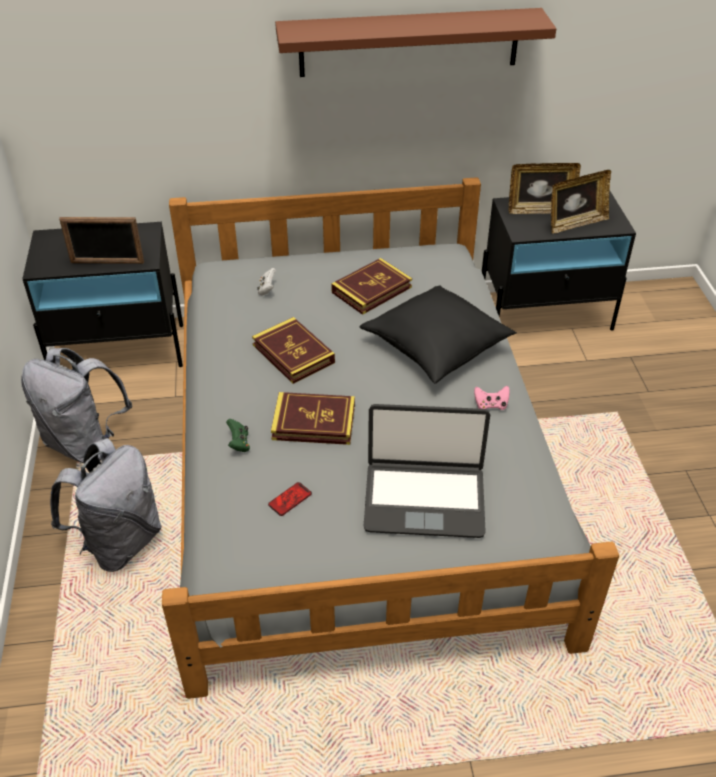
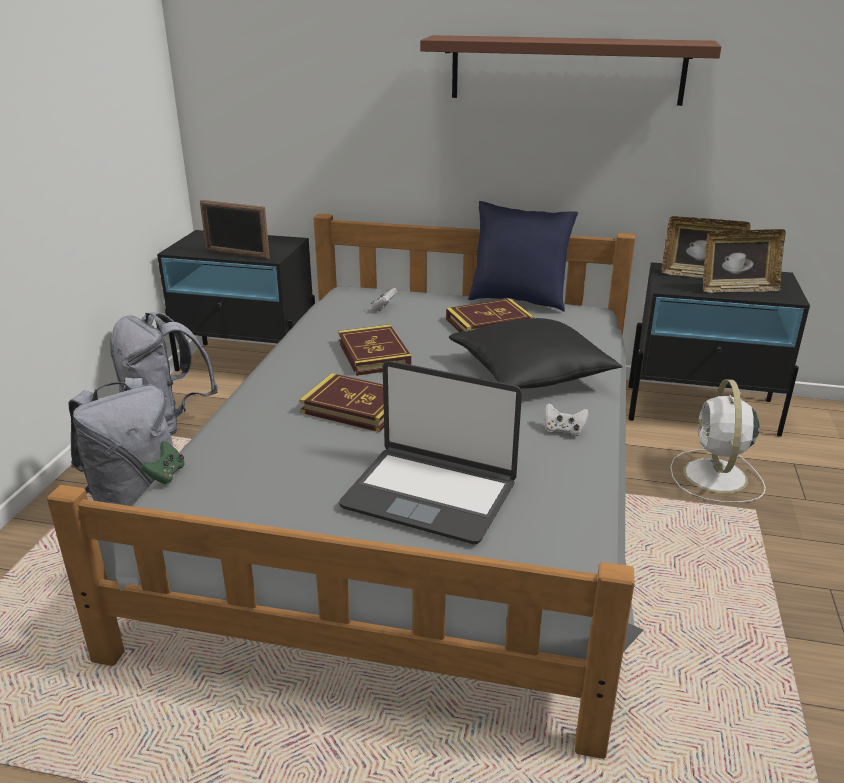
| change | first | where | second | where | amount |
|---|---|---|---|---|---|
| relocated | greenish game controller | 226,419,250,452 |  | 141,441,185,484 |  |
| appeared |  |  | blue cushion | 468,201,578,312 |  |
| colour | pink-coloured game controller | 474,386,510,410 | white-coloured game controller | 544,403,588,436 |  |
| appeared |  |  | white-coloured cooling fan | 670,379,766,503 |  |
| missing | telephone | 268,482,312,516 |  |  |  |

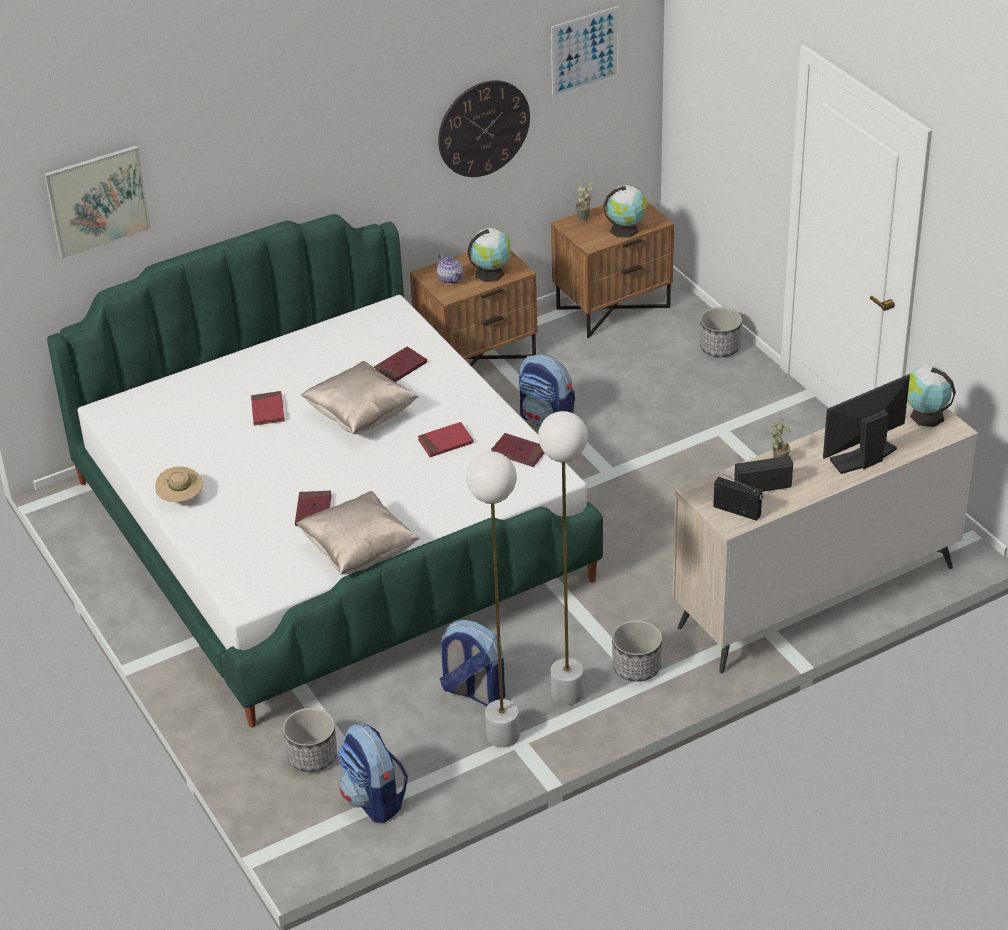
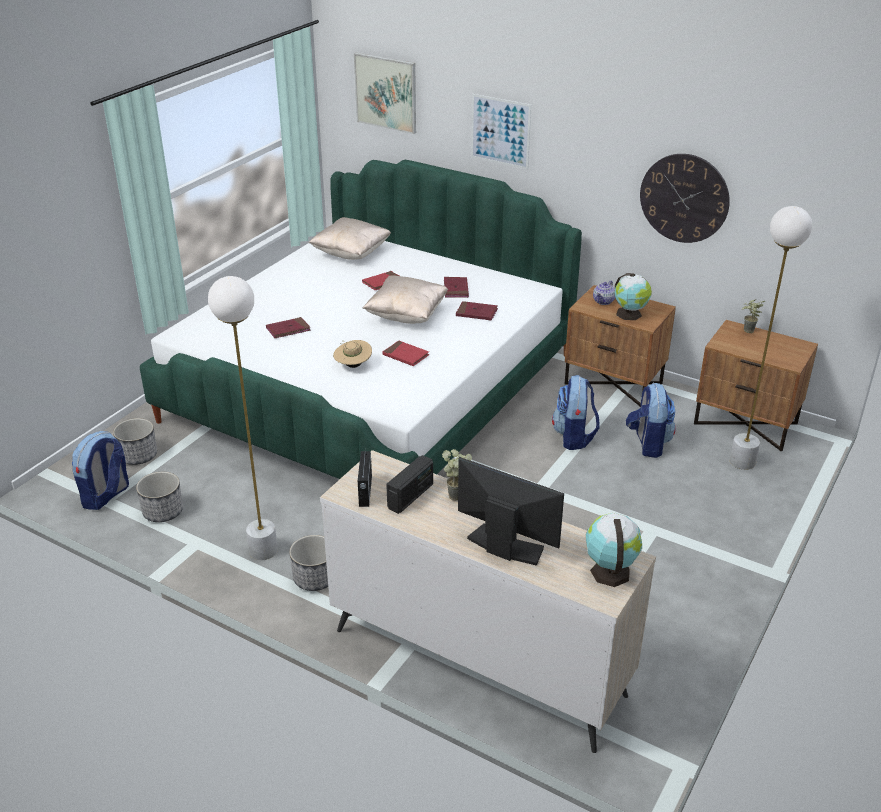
| change | first | where | second | where | amount |
|---|---|---|---|---|---|
| relocated | flower pot | 700,307,742,357 |  | 136,472,183,522 |  |
| relocated | beige-coloured cushion | 296,491,419,575 |  | 308,217,391,260 |  |
| relocated | beige-coloured clothing hat | 155,466,203,502 |  | 333,340,372,368 |  |
| spun | radio receiver | 734,456,793,492 |  | 386,455,433,514 | 75 degrees clockwise |
| relocated | reddish book | 491,433,544,467 |  | 444,277,469,298 |  |
| relocated | wall picture | 551,6,620,98 |  | 471,94,531,170 |  |
| relocated | knapsack | 440,620,506,706 |  | 626,383,676,458 |  |
| relocated | white-coloured standard lamp | 466,451,520,748 |  | 730,206,812,470 |  |
| missing | globe | 603,185,647,238 |  |  |  |

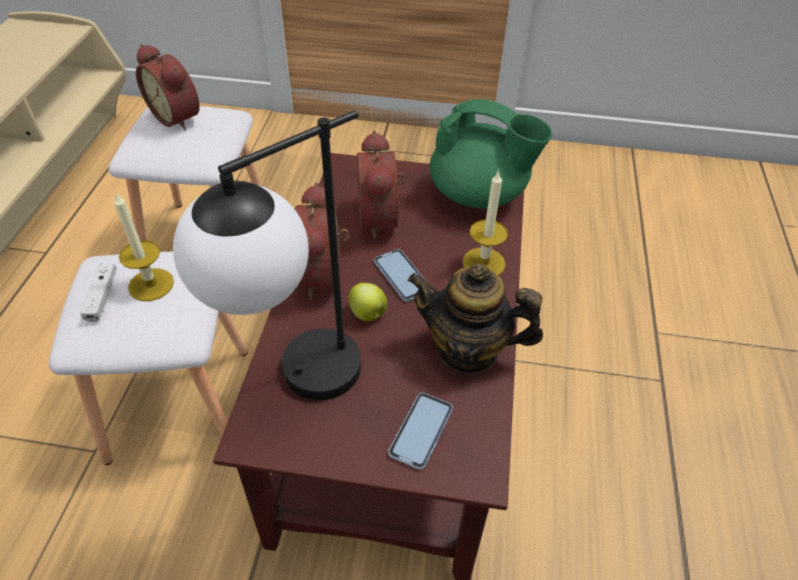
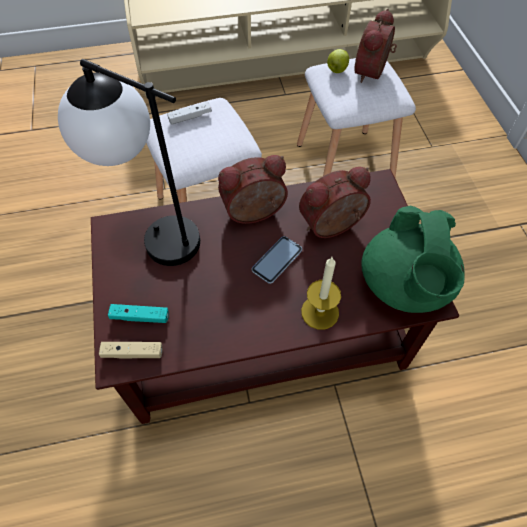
| change | first | where | second | where | amount |
|---|---|---|---|---|---|
| appeared |  |  | beige-coloured game controller | 99,342,163,358 |  |
| exchanged | telephone | 388,393,453,470 | blue-green game controller | 108,304,169,323 |  |
| relocated | apple fruit | 348,283,387,321 |  | 327,49,349,73 |  |
| missing | wax light | 114,193,174,301 |  |  |  |
| missing | pot for tea | 408,263,543,375 |  |  |  |

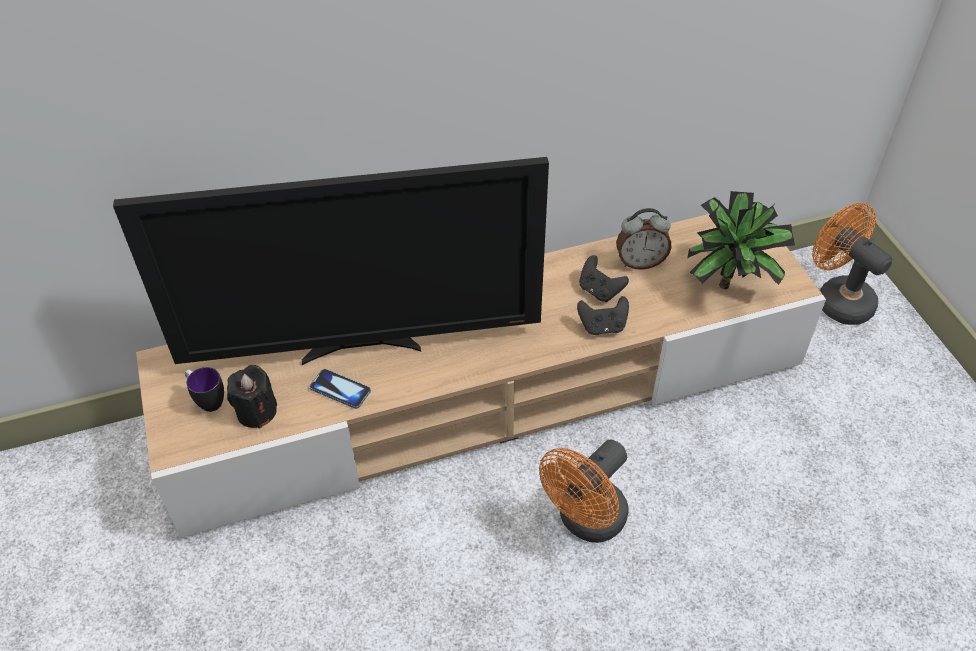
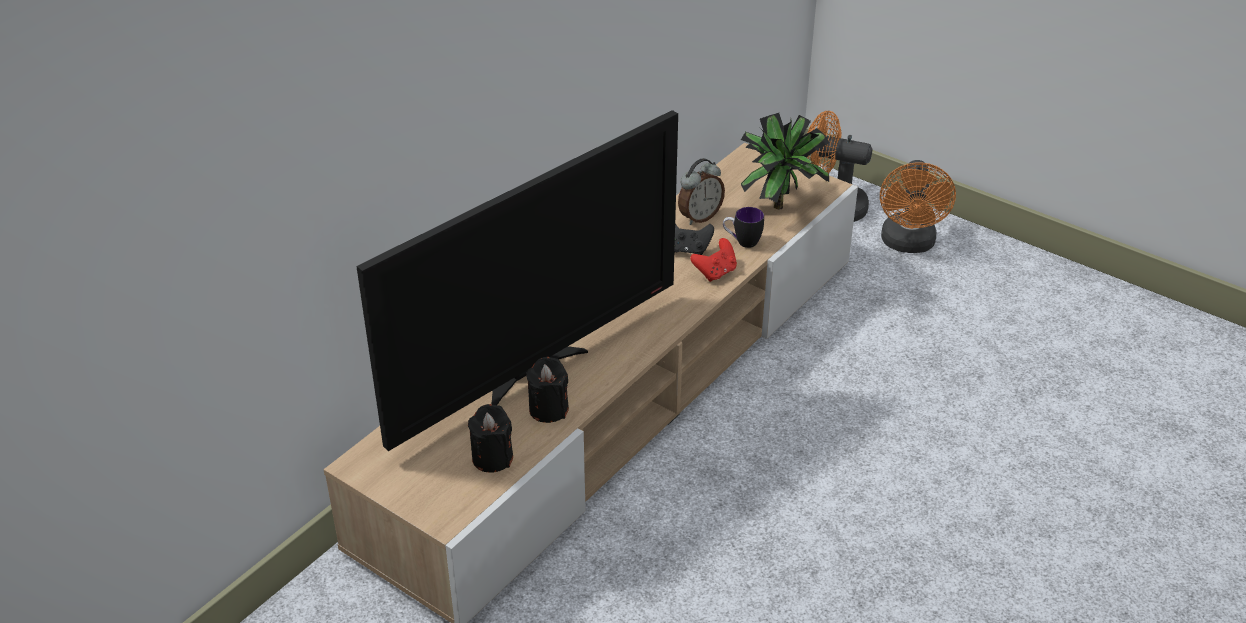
| change | first | where | second | where | amount |
|---|---|---|---|---|---|
| exchanged | telephone | 309,369,371,409 | black wax light | 526,357,569,423 |  |
| colour | black game controller | 577,296,629,335 | reddish game controller | 690,238,737,282 |  |
| relocated | tea mug | 185,367,224,412 |  | 723,207,764,248 |  |
| relocated | orange cooling fan | 539,440,629,543 |  | 880,160,956,253 |  |

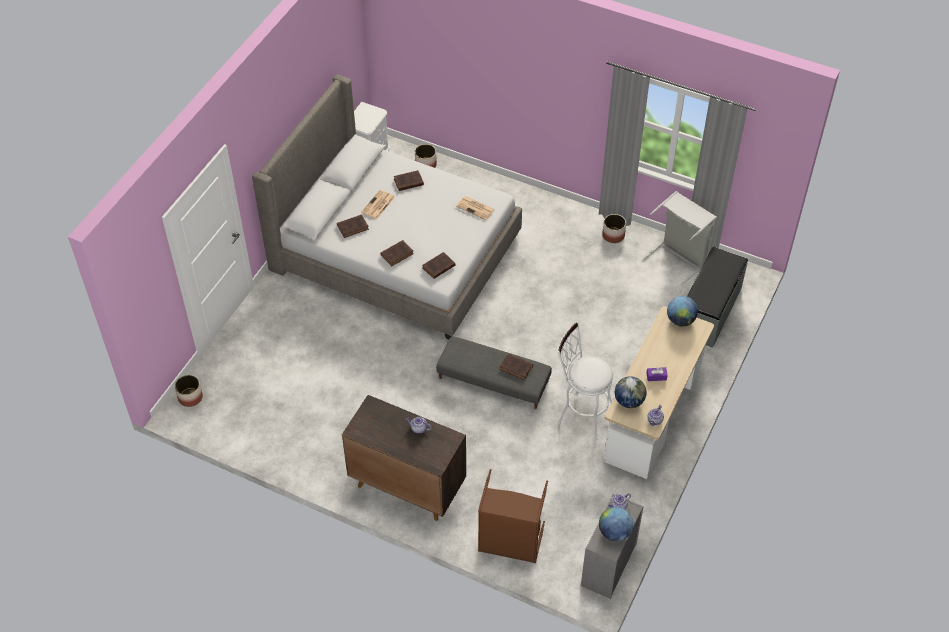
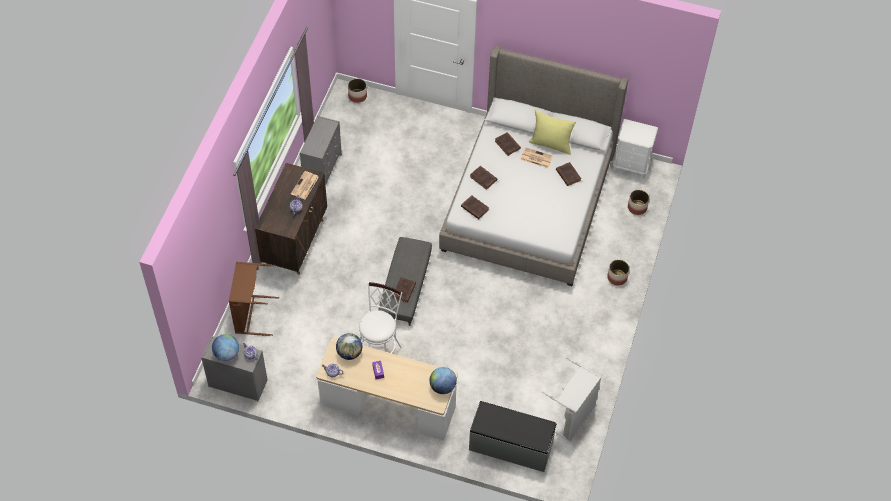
| change | first | where | second | where | amount |
|---|---|---|---|---|---|
| relocated | newspaper | 456,196,495,220 |  | 291,171,319,199 |  |
| appeared |  |  | grey dresser | 300,116,342,186 |  |
| appeared |  |  | yellowish cushion | 529,110,576,155 |  |
| relocated | flower pot | 602,214,626,243 |  | 607,259,629,285 |  |

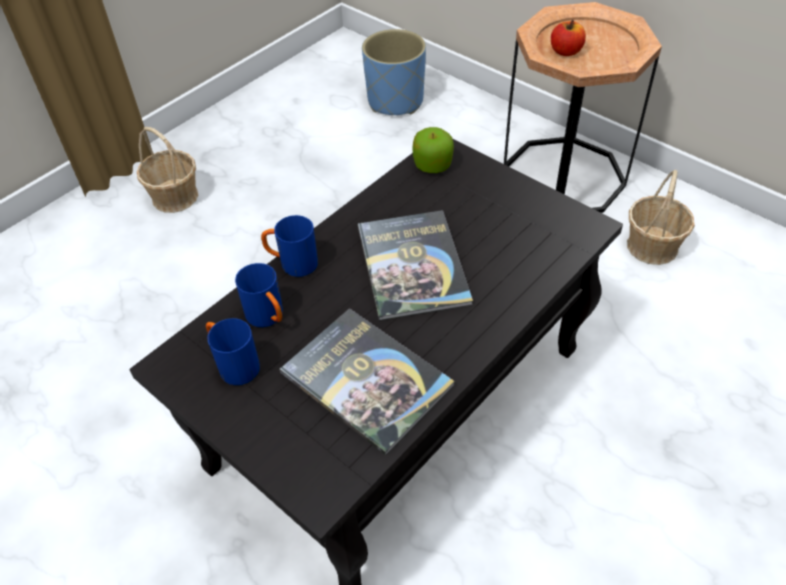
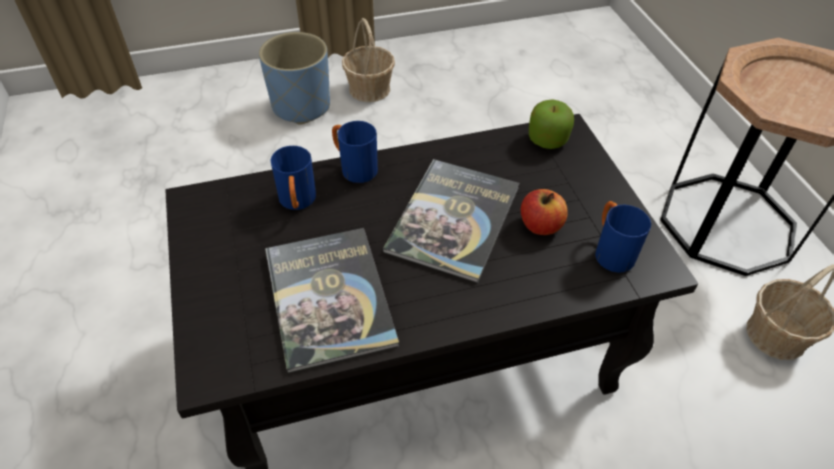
| change | first | where | second | where | amount |
|---|---|---|---|---|---|
| relocated | blue flower pot | 362,29,426,115 |  | 259,32,330,125 |  |
| relocated | apple fruit | 551,20,586,56 |  | 521,189,568,235 |  |
| relocated | blue tea mug | 206,318,260,385 |  | 595,201,651,273 |  |

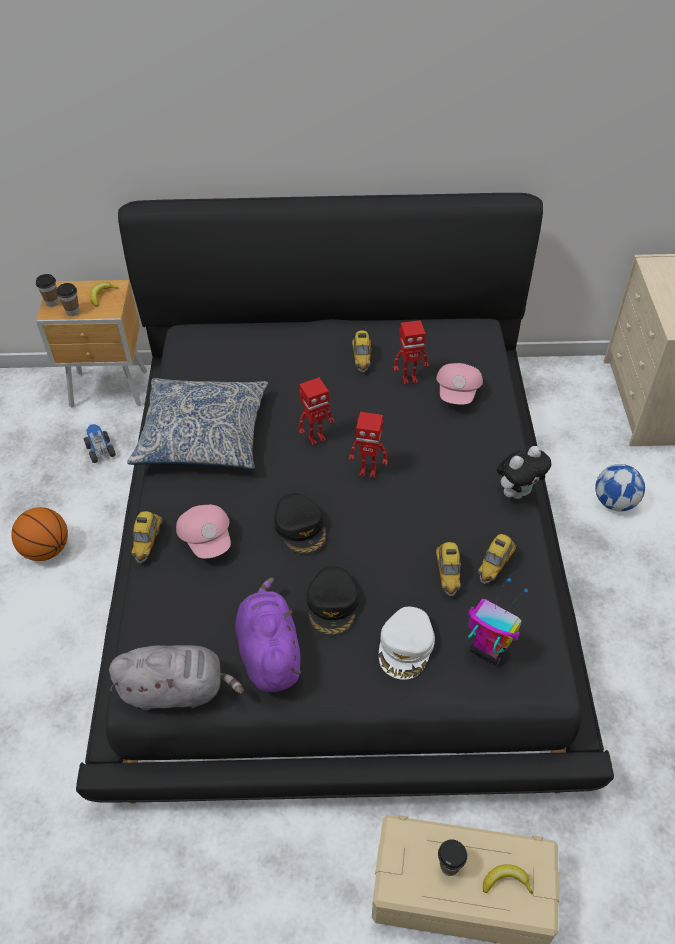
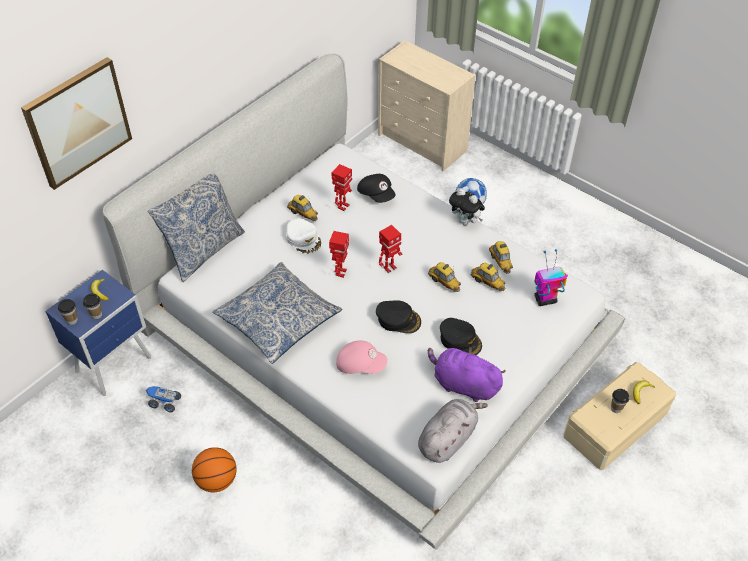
| change | first | where | second | where | amount |
|---|---|---|---|---|---|
| appeared |  |  | wall picture | 21,57,132,190 |  |
| colour | brown-coloured night table | 36,280,147,408 | blue night table | 45,270,151,396 |  |
| colour | black sleeping bed | 76,193,614,804 | white-coloured sleeping bed | 103,54,625,550 |  |
| appeared |  |  | cushion | 148,173,245,282 |  |
| relocated | white-coloured cap | 379,607,435,680 |  | 286,218,321,254 |  |
| colour | pink-coloured cap | 436,363,483,405 | black cap | 357,174,396,203 |  |
| relocated | model car | 131,511,162,563 |  | 428,262,461,292 |  |
| spun | cuddly toy | 496,446,551,499 |  | 449,188,485,225 | 120 degrees clockwise |

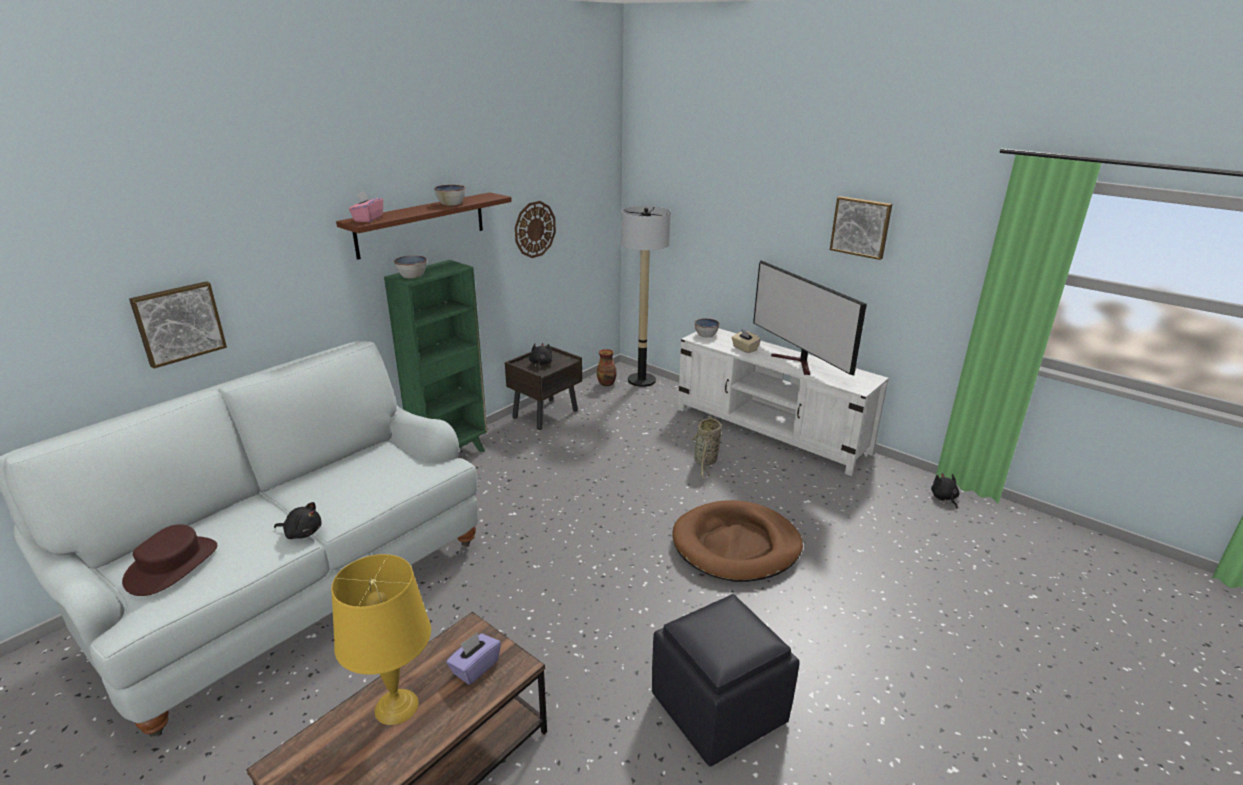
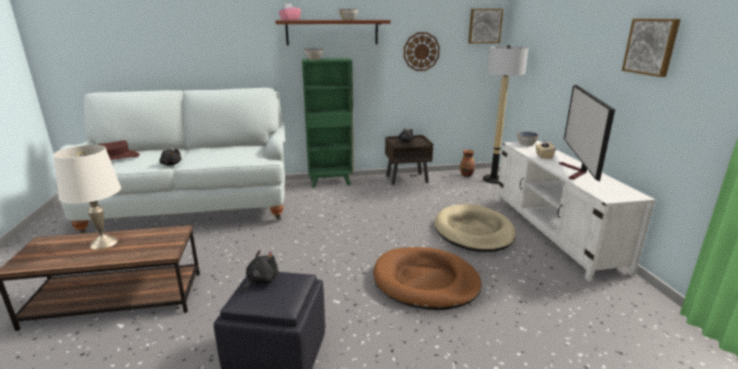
| change | first | where | second | where | amount |
|---|---|---|---|---|---|
| colour | yellowish table lamp | 331,554,431,725 | white-coloured table lamp | 53,145,121,250 |  |
| relocated | black cuddly toy | 931,473,960,509 |  | 241,250,278,292 |  |
| exchanged | household basket | 691,416,722,479 | beige-coloured pet bed | 435,204,516,252 |  |
| relocated | wall picture | 129,281,227,369 |  | 468,9,503,43 |  |
| missing | purple-coloured box of tissues | 446,633,501,685 |  |  |  |

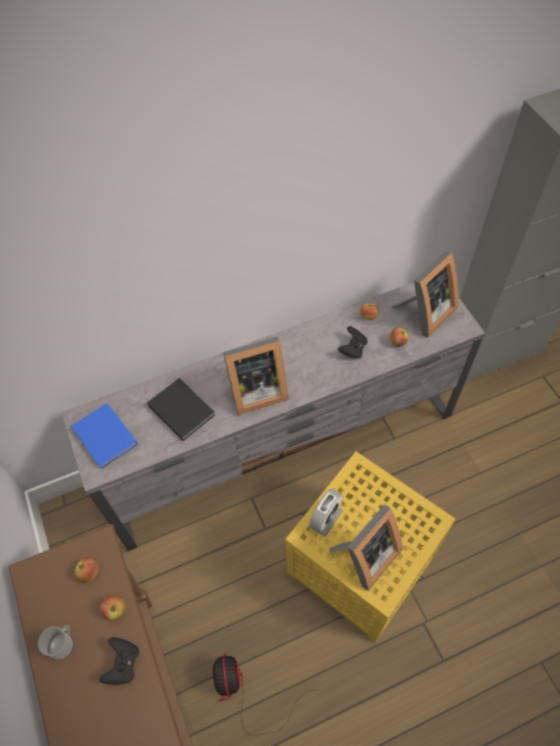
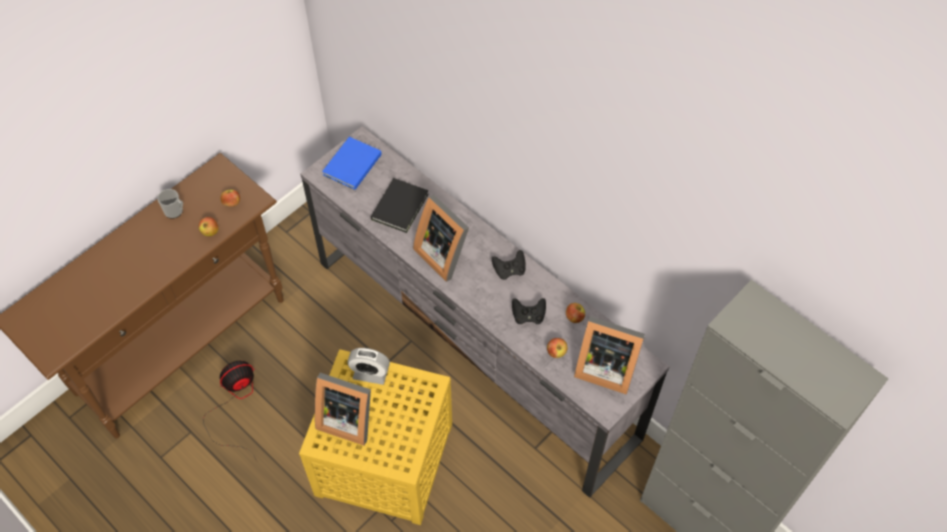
| change | first | where | second | where | amount |
|---|---|---|---|---|---|
| relocated | black game controller | 99,637,139,685 |  | 492,250,526,280 |  |

